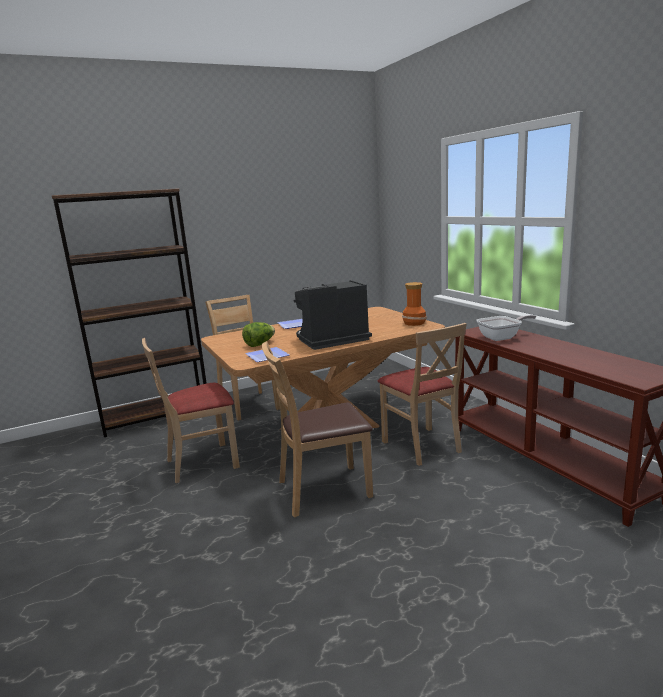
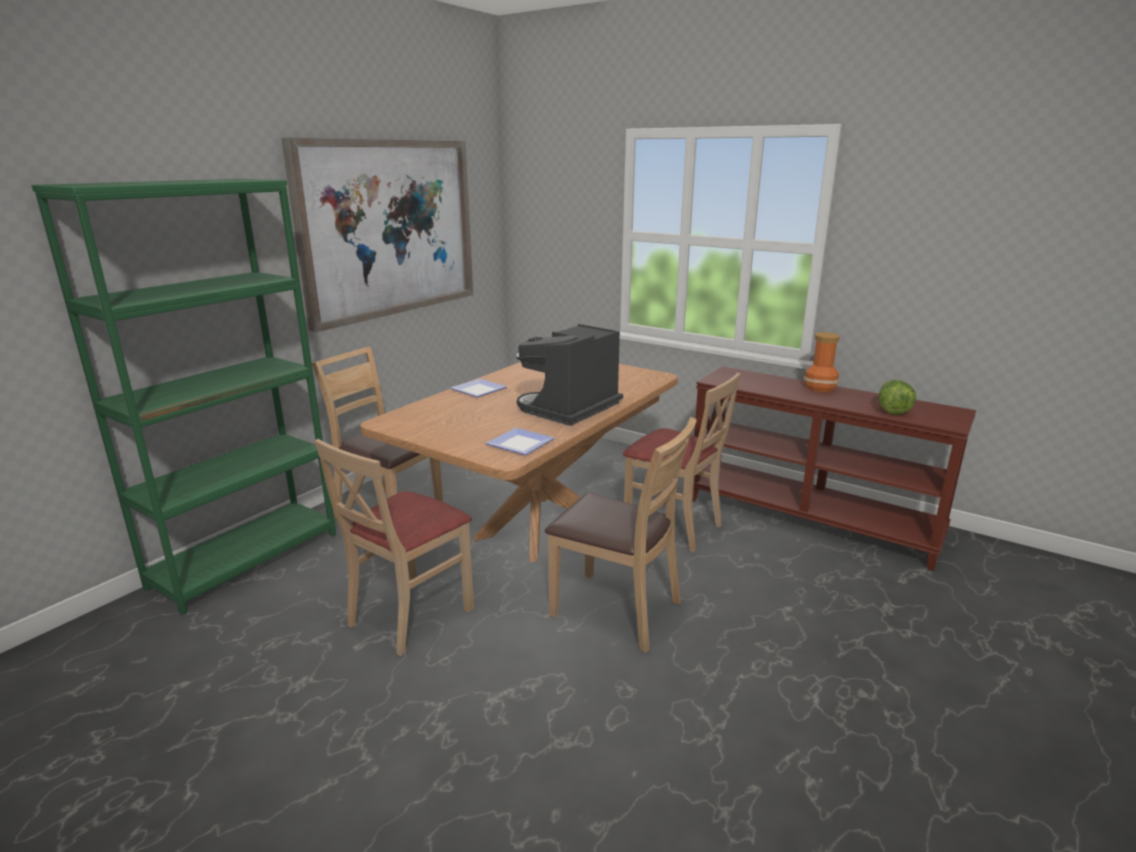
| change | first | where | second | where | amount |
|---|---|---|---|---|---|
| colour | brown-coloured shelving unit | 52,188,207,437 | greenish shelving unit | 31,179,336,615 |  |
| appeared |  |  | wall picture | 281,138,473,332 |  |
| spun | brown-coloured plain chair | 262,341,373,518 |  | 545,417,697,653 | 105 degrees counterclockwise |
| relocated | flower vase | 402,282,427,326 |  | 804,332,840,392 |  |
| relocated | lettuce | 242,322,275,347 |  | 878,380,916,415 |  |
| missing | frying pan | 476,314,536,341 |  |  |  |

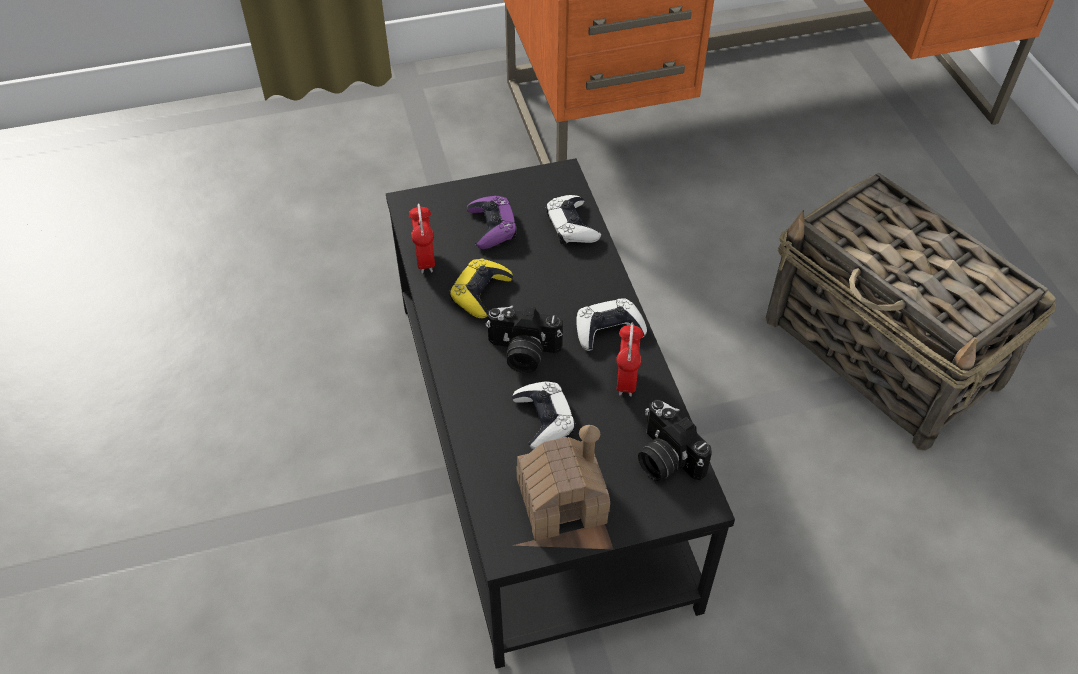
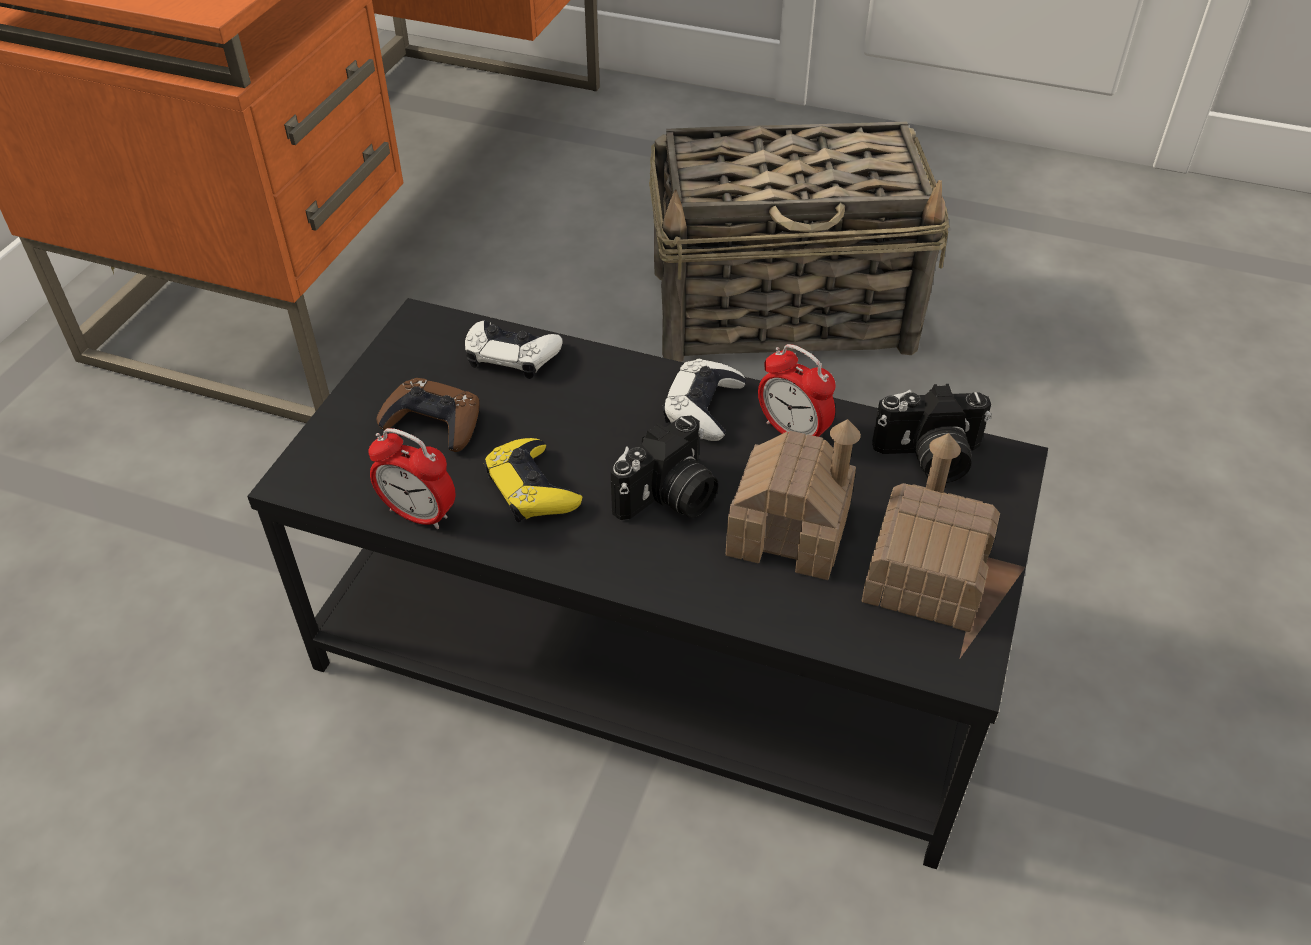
| change | first | where | second | where | amount |
|---|---|---|---|---|---|
| colour | purple-coloured game controller | 467,196,517,249 | brown-coloured game controller | 377,378,480,452 |  |
| exchanged | white-coloured game controller | 512,381,575,449 | miniature house | 726,419,861,580 |  |

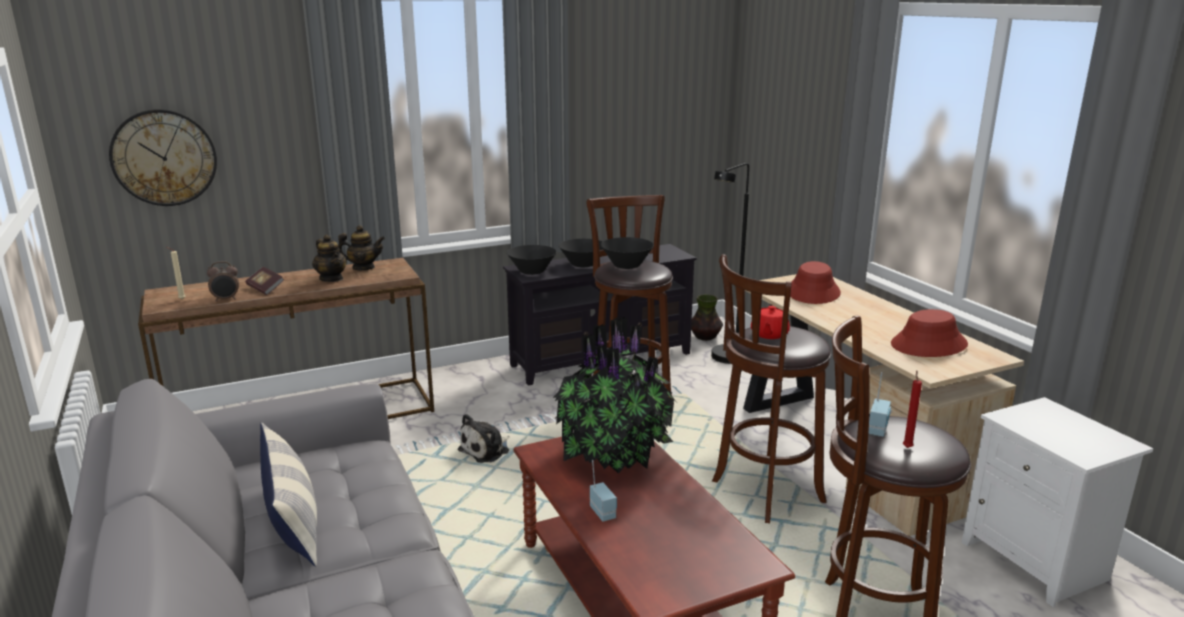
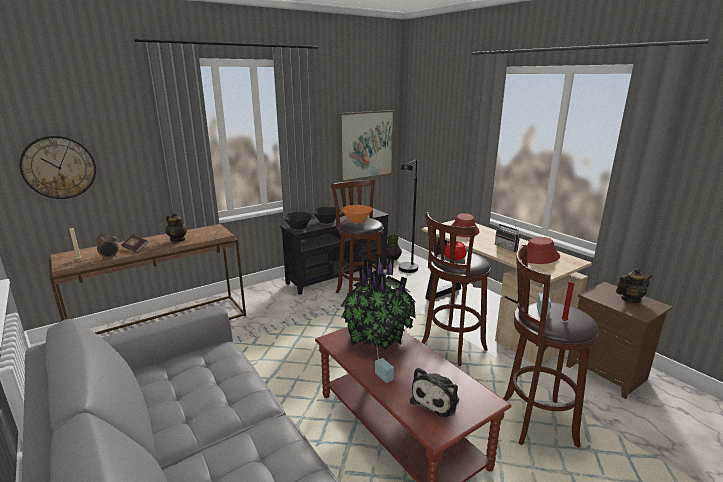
| change | first | where | second | where | amount |
|---|---|---|---|---|---|
| appeared |  |  | wall picture | 338,110,395,182 |  |
| colour | black serving bowl | 601,237,654,269 | orange serving bowl | 341,205,372,223 |  |
| relocated | cuddly toy | 458,414,510,463 |  | 410,368,459,418 |  |
| appeared |  |  | radio receiver | 495,218,520,252 |  |
| colour | white-coloured night table | 962,397,1153,607 | brown-coloured night table | 566,282,673,399 |  |
| relocated | pot for tea | 338,225,385,270 |  | 616,268,652,303 |  |
| missing | cushion | 260,422,317,567 |  |  |  |

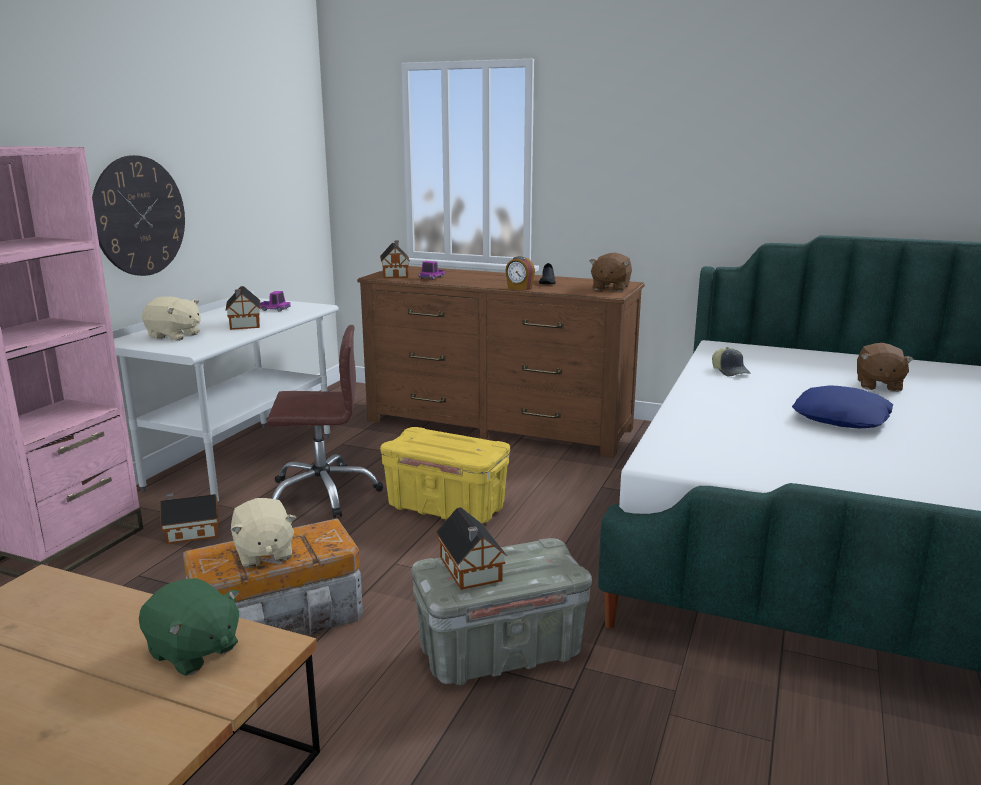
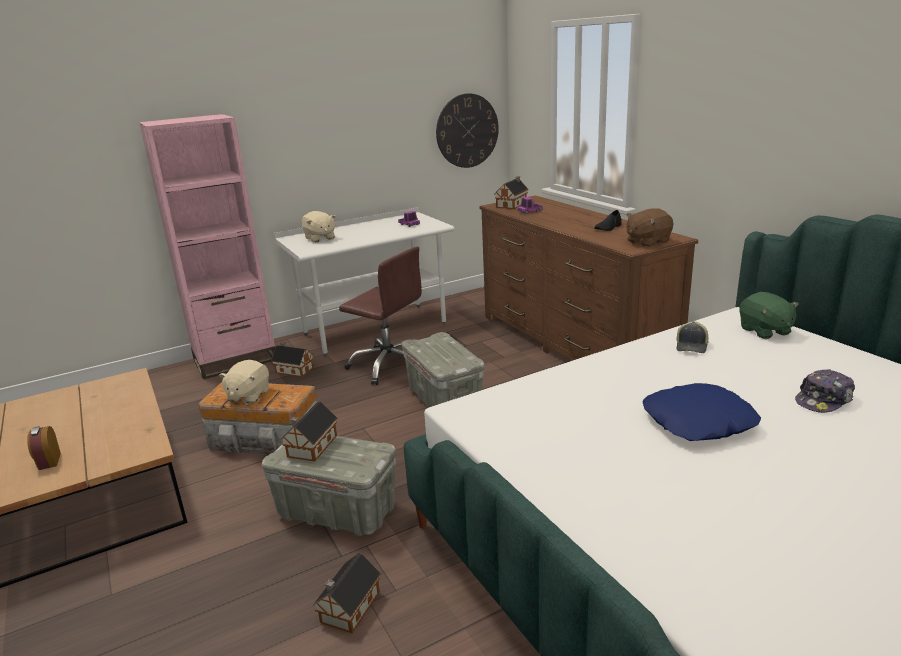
| change | first | where | second | where | amount |
|---|---|---|---|---|---|
| relocated | bedside clock | 505,256,535,291 |  | 27,426,61,470 |  |
| relocated | miniature house | 225,286,261,330 |  | 313,553,381,633 |  |
| colour | yellowish storage bin | 380,427,510,524 | grey storage bin | 402,332,485,408 |  |
| relocated | wall clock | 92,155,185,276 |  | 436,93,499,168 |  |
| relocated | greenish cuddly toy | 139,578,239,676 |  | 739,292,799,339 |  |
| exchanged | brown-coloured cuddly toy | 857,343,914,392 | cap | 795,369,855,413 |  |

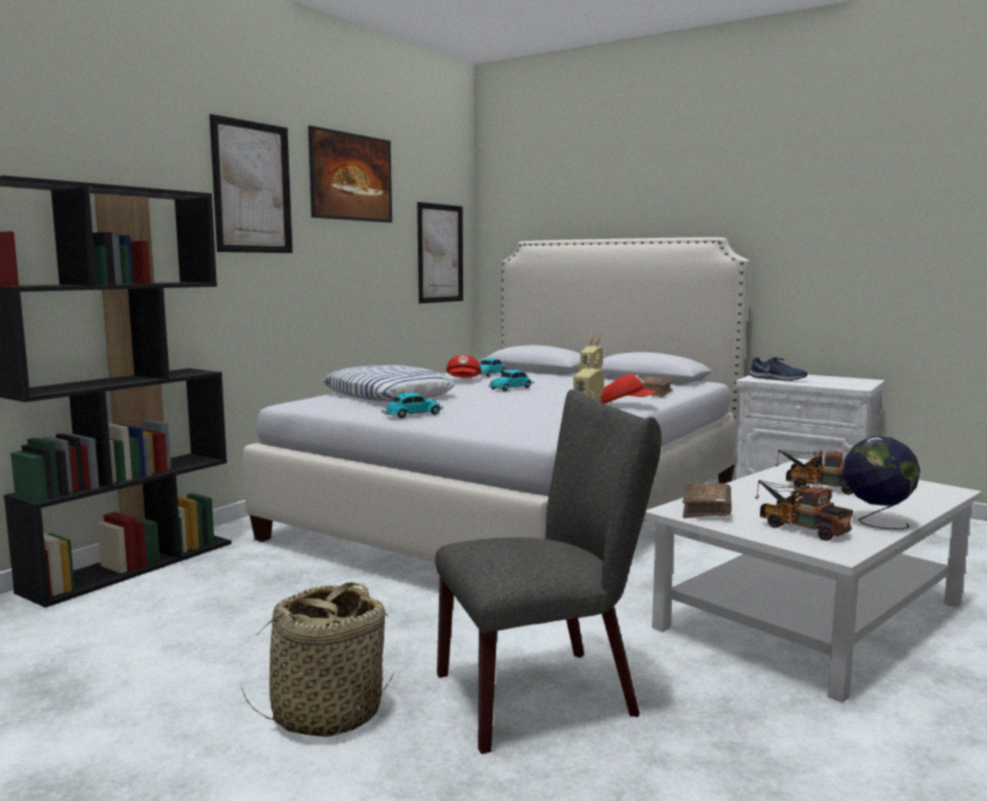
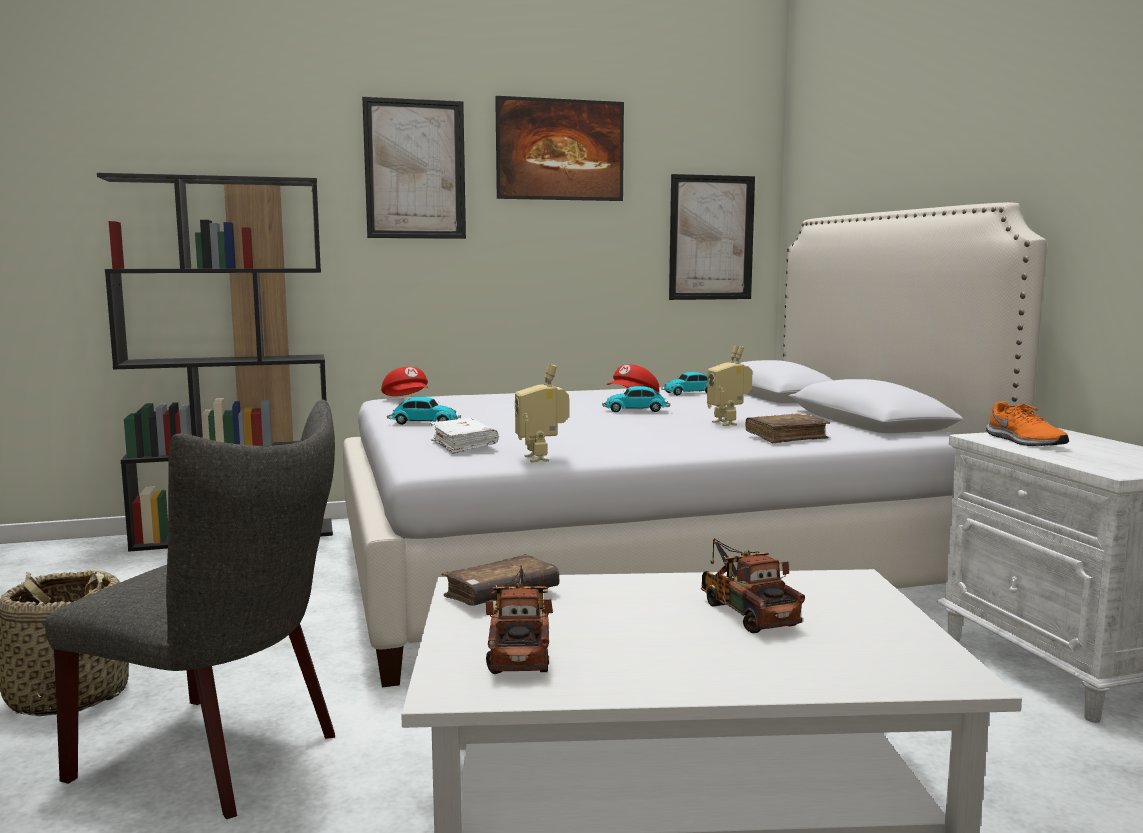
| change | first | where | second | where | amount |
|---|---|---|---|---|---|
| relocated | reddish cap | 601,374,657,404 |  | 381,367,428,396 |  |
| appeared |  |  | white-coloured book | 430,418,499,454 |  |
| colour | blue low shoe | 749,357,807,381 | orange low shoe | 986,401,1069,446 |  |
| missing | cushion | 323,365,455,401 |  |  |  |
| missing | globe | 843,436,920,530 |  |  |  |

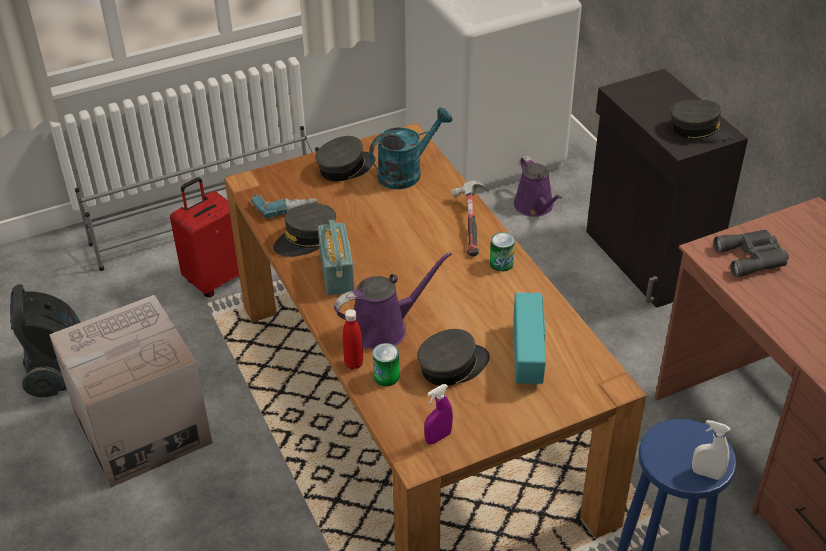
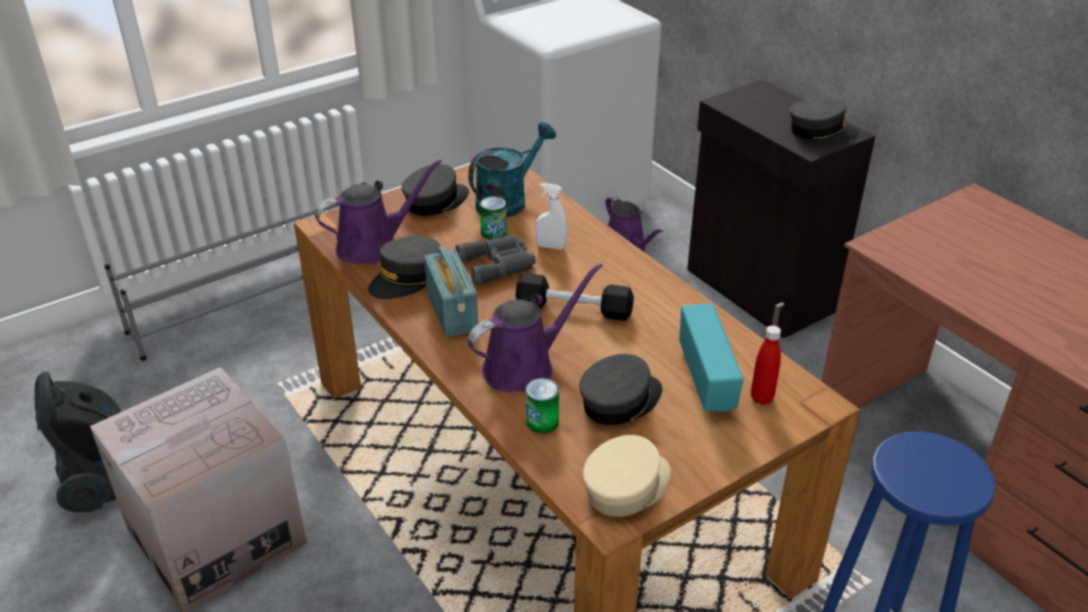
| change | first | where | second | where | amount |
|---|---|---|---|---|---|
| exchanged | power drill | 251,194,319,218 | purple-coloured watering can | 315,159,442,264 |  |
| relocated | grey field glasses | 714,230,789,277 |  | 456,234,536,286 |  |
| relocated | sealed can | 490,232,515,272 |  | 480,196,507,239 |  |
| appeared |  |  | black hand weight | 515,273,634,321 |  |
| relocated | white-coloured spray bottle | 692,420,730,480 |  | 535,183,567,250 |  |
| exchanged | purple-coloured spray bottle | 424,384,453,444 | beige-coloured cap | 583,435,671,517 |  |
| relocated | reddish bottle | 343,309,363,369 |  | 751,325,781,405 |  |
| missing | reddish suitcase | 170,177,239,297 |  |  |  |
| missing | hammer | 452,180,489,256 |  |  |  |

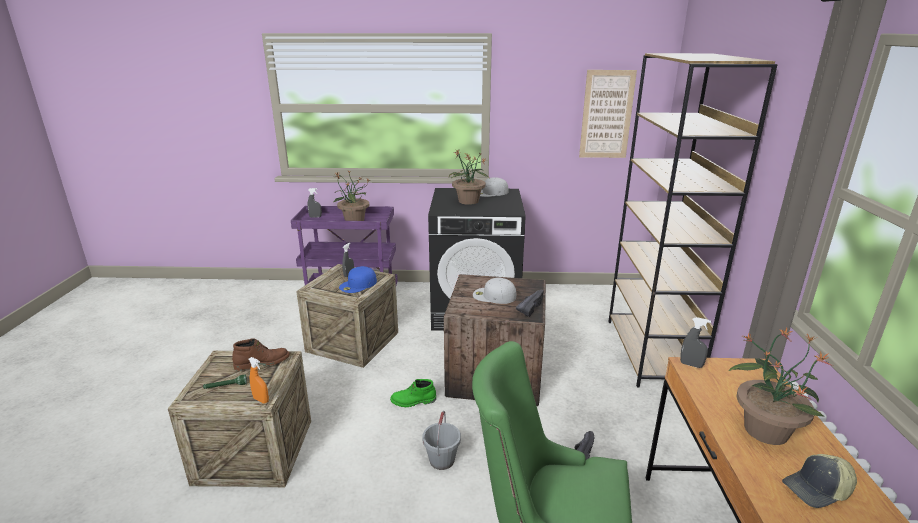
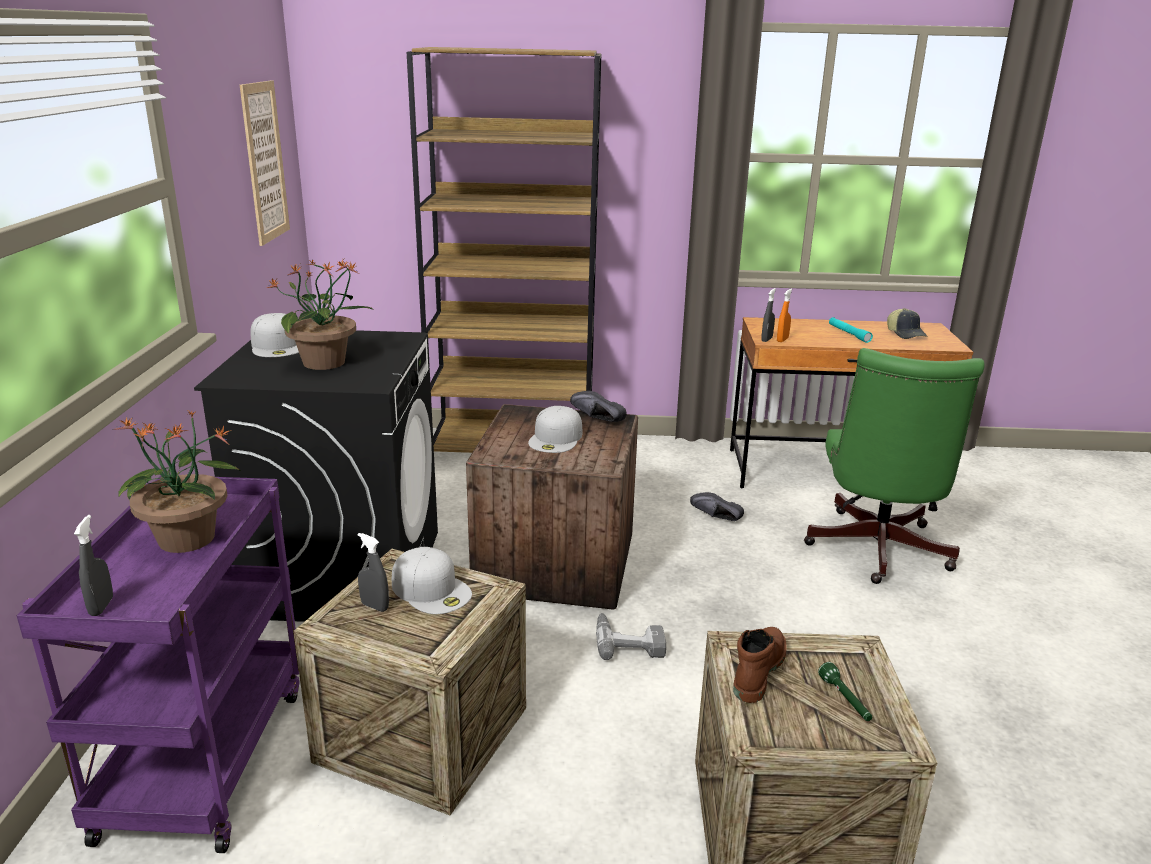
| change | first | where | second | where | amount |
|---|---|---|---|---|---|
| colour | blue cap | 339,266,377,293 | white-coloured cap | 392,547,472,614 |  |
| exchanged | greenish high-top boot | 390,379,436,407 | power drill | 596,613,666,660 |  |
| spun | brown-coloured high-top boot | 232,338,290,371 |  | 733,627,787,703 | 45 degrees clockwise |
| relocated | orange spray bottle | 249,357,269,403 |  | 777,289,792,342 |  |
| exchanged | houseplant | 729,327,833,445 | blue-green flashlight | 829,317,873,343 |  |
| missing | grey water bucket | 422,411,461,470 |  |  |  |

